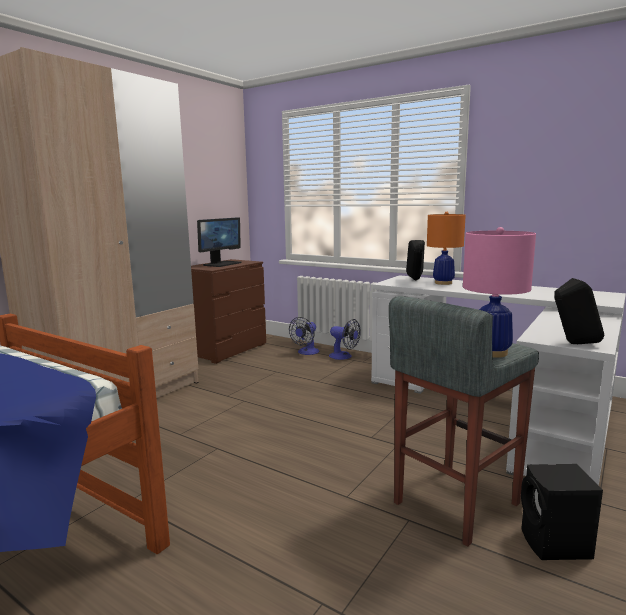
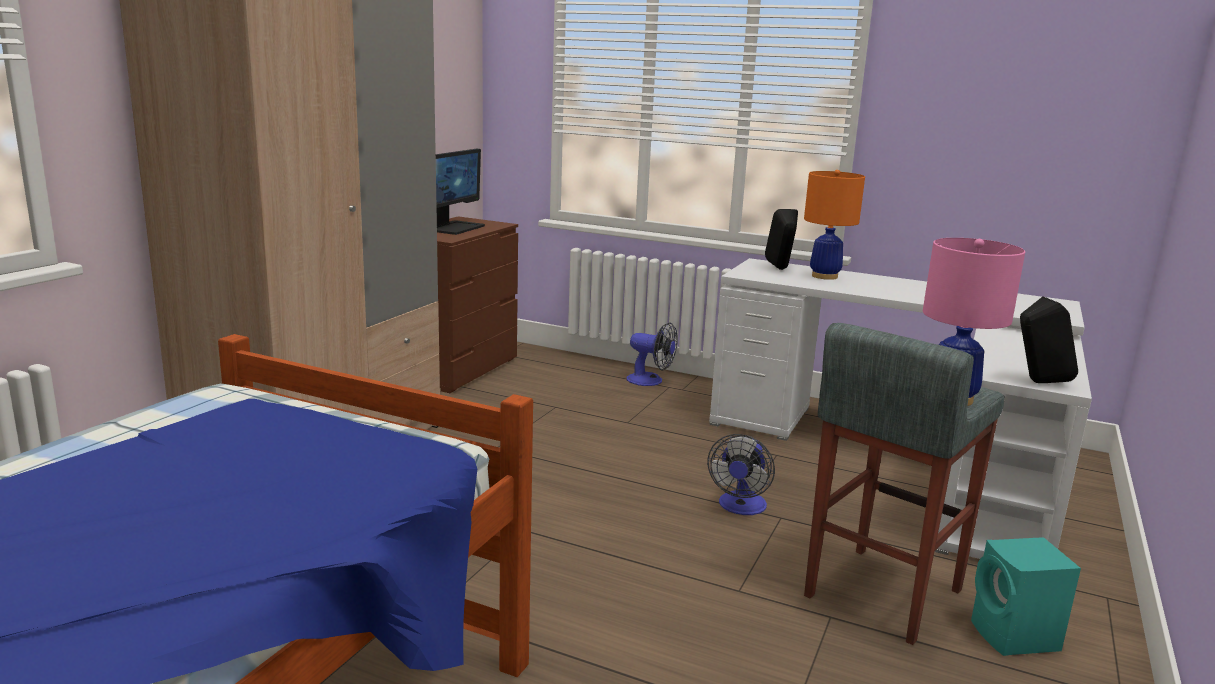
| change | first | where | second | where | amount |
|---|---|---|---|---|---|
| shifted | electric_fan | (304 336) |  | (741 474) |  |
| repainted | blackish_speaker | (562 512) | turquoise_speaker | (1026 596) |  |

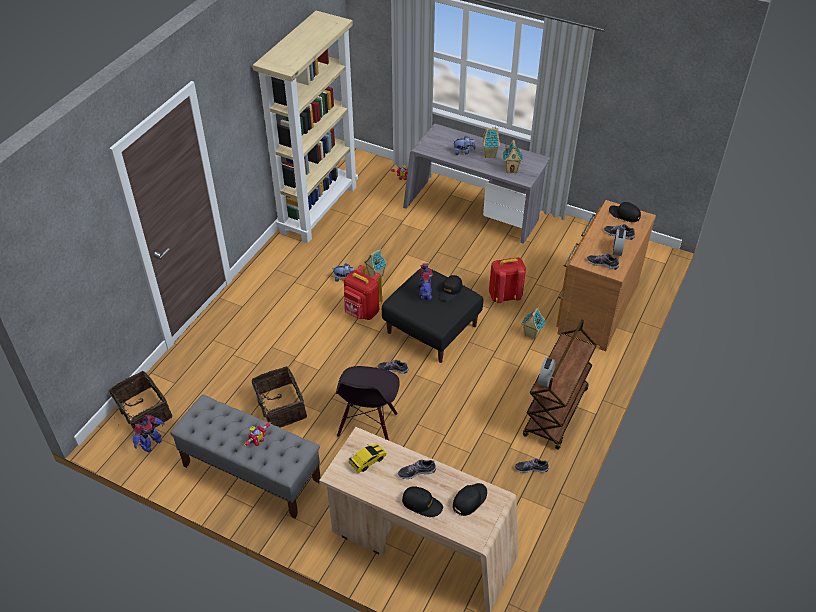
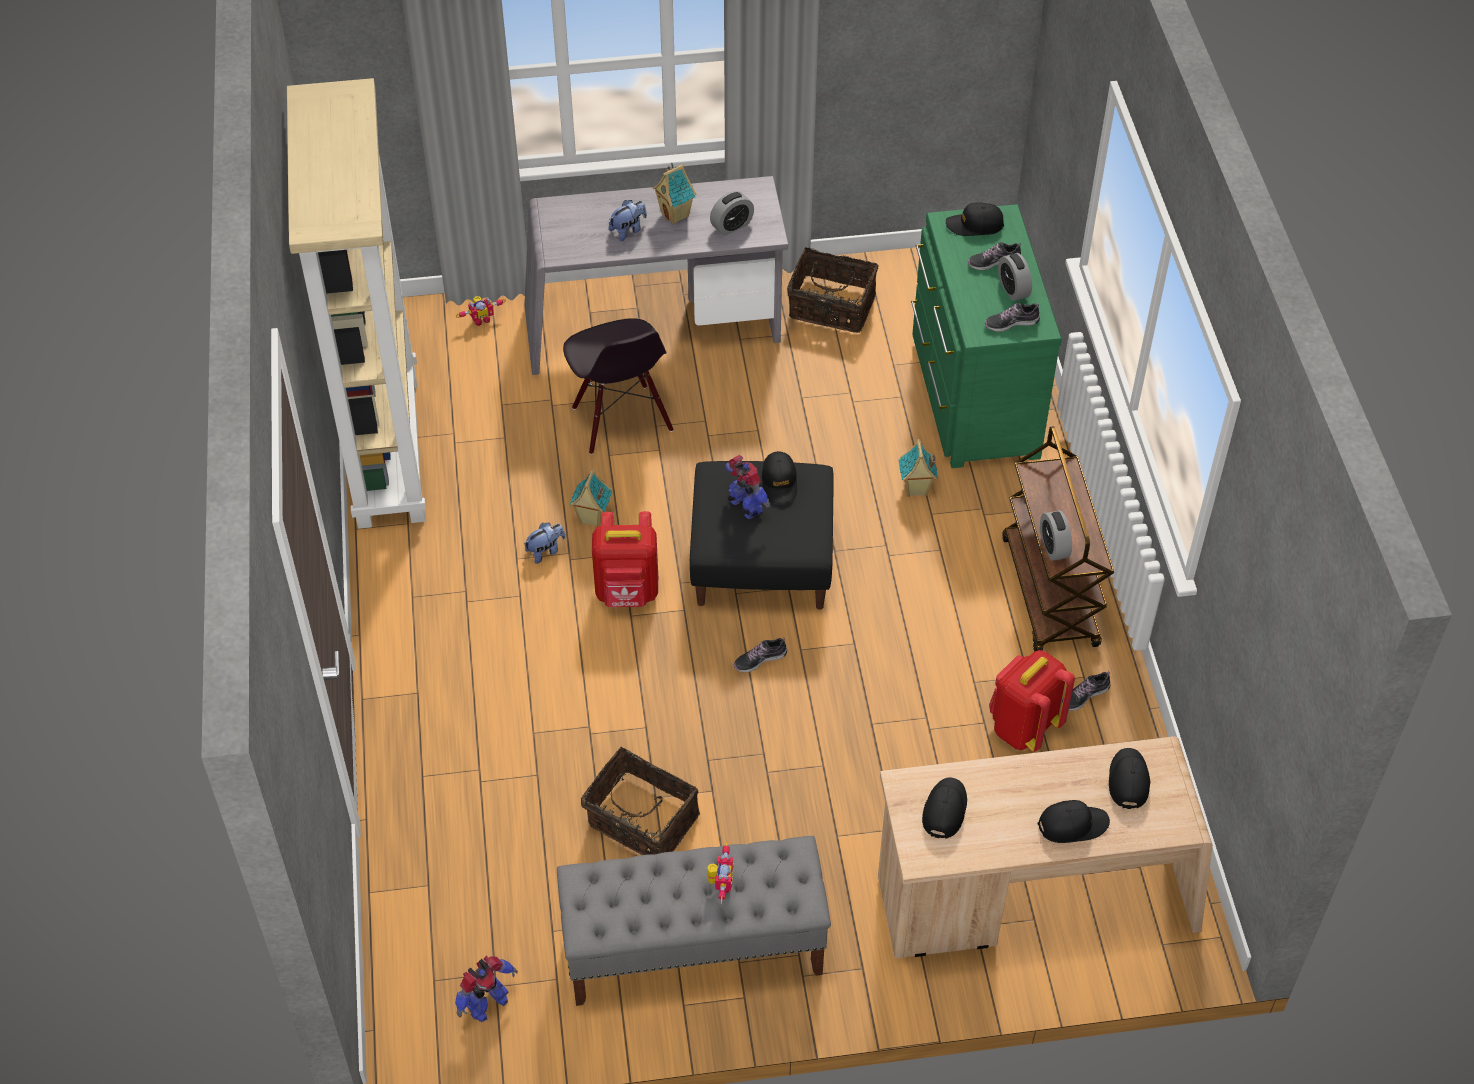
| change | first | where | second | where | amount |
|---|---|---|---|---|---|
| shifted | basket | (140 403) |  | (833 290) |  |
| rotated | toy_robot | (149 433) |  | (486 989) | 45 degrees clockwise |
| shifted | blackish_chair | (368 403) |  | (618 386) |  |
| swapped | model_car | (367 458) | blackish_cap | (944 808) |  |
| gone | item_of_footwear | (417 469) |  |  |  |
| shifted | red-coloured_backpack | (507 280) |  | (1032 701) |  |
| swapped | miniature_house | (513 157) | table_clock | (732 213) |  |
| repainted | brown-coloured_dresser | (606 275) | green_dresser | (986 336) |  |

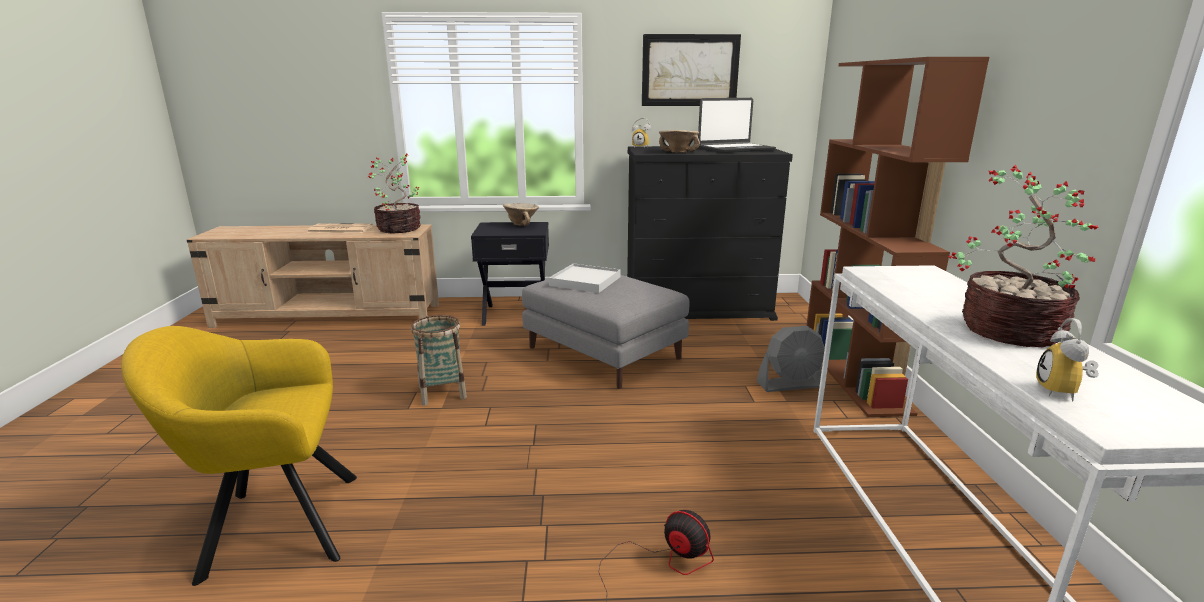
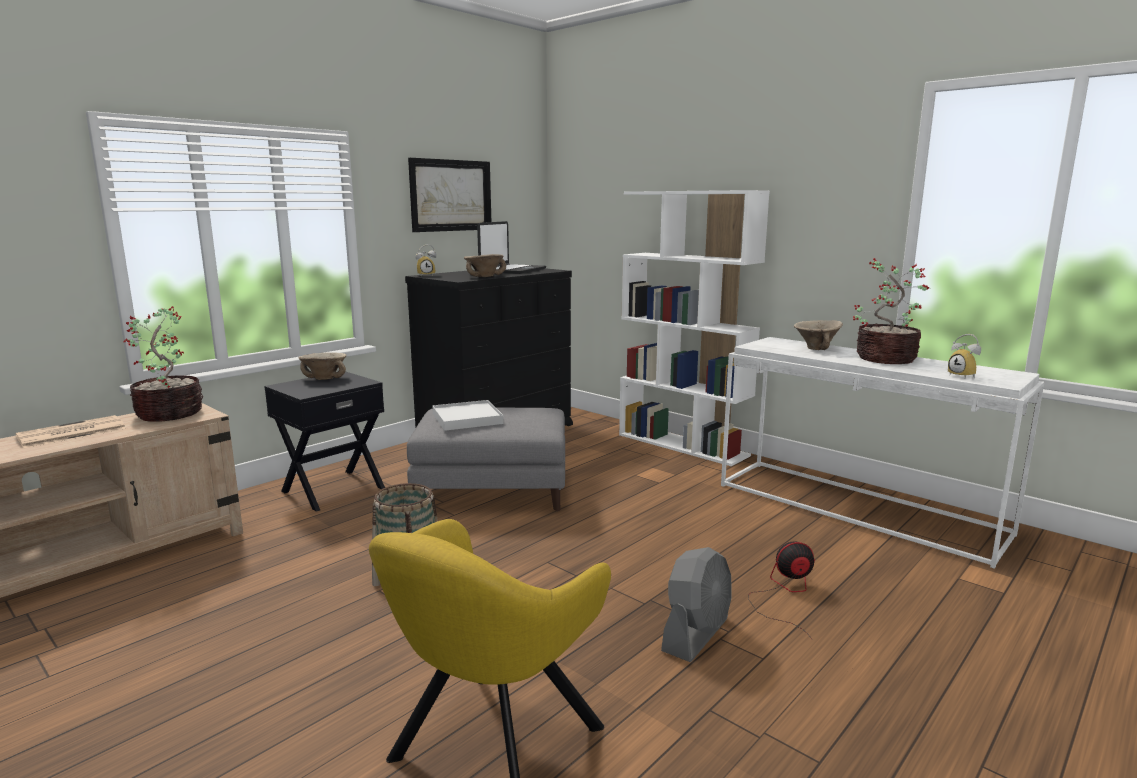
| change | first | where | second | where | amount |
|---|---|---|---|---|---|
| shifted | gray_electric_fan | (791 359) |  | (696 604) |  |
| repainted | brown-coloured_bookshelf | (897 237) | whitish_bookshelf | (694 328) |  |
| new |  |  | beige_bowl | (818 335) |  |

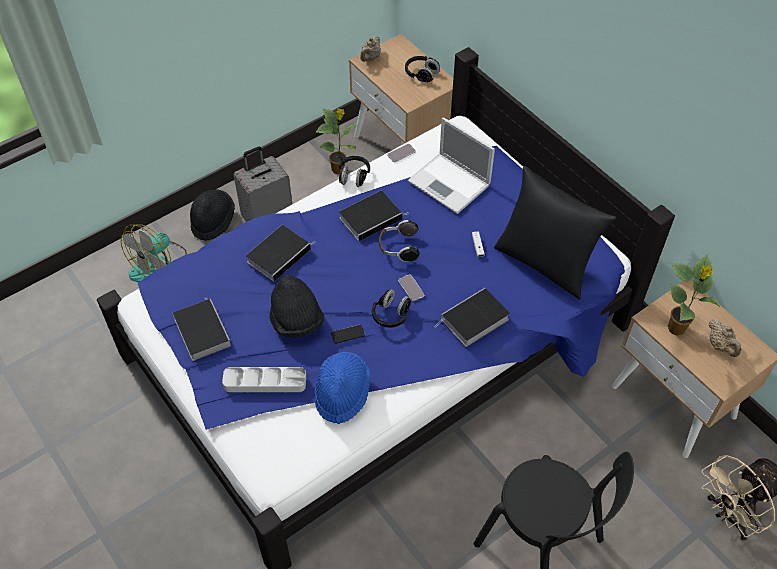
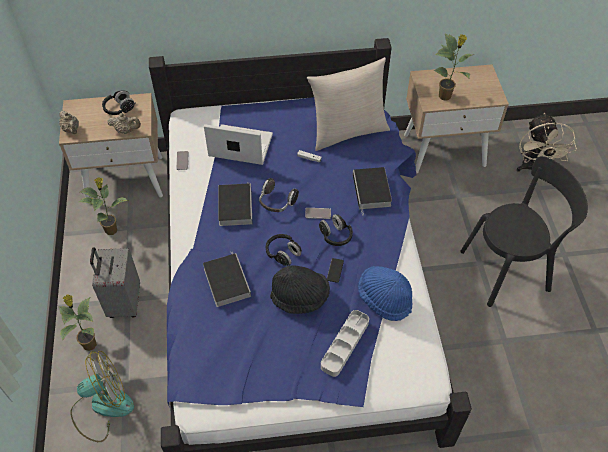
| change | first | where | second | where | amount |
|---|---|---|---|---|---|
| rotated | electric_fan | (154 253) |  | (102 396) | 90 degrees counterclockwise |
| gone | volume | (202 329) |  |  |  |
| swapped | blackish_hat | (212 215) | houseplant | (77 323) |  |
| shifted | blackish_pair_of_headphones | (354 171) |  | (284 250) |  |
| rotated | portable_computer | (451 165) |  | (238 144) | 150 degrees counterclockwise |
| repainted | blackish_throw_pillow | (555 233) | beige_throw_pillow | (348 104) |  |
| shifted | beige_tea_pot | (725 338) |  | (124 123) |  |

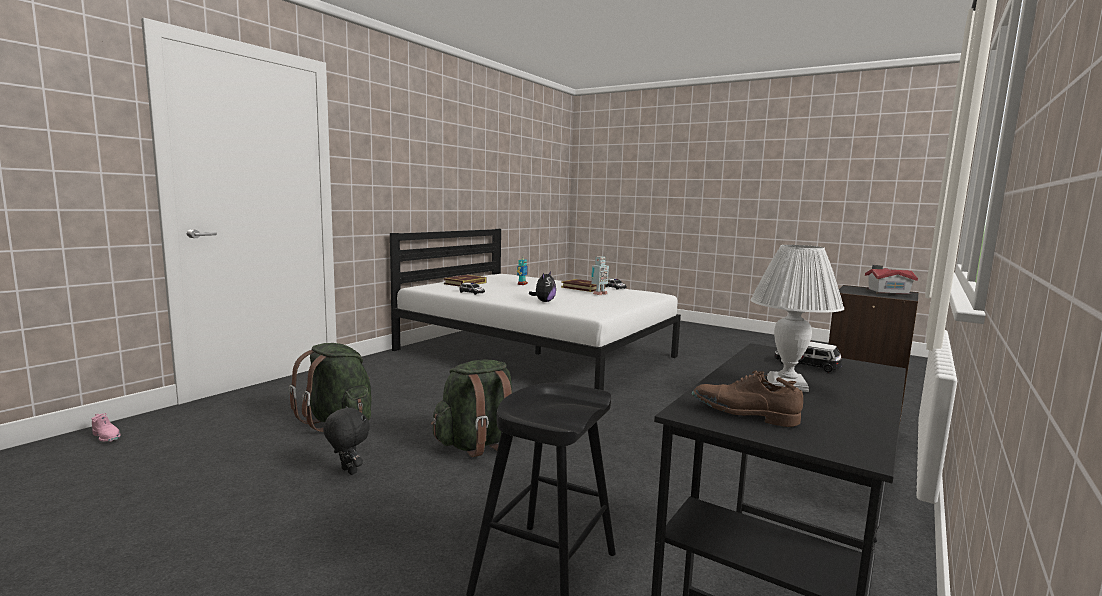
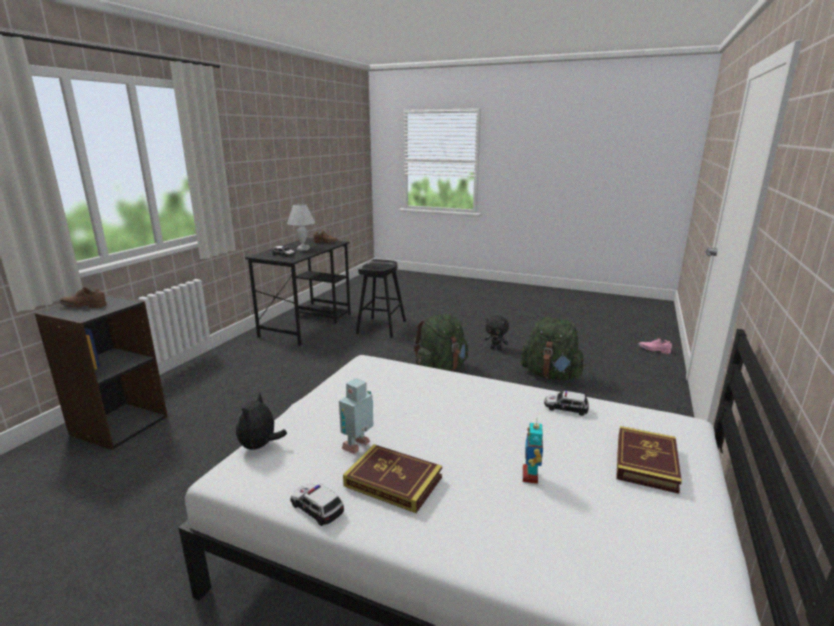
| change | first | where | second | where | amount |
|---|---|---|---|---|---|
| shifted | plush_toy | (542 287) |  | (261 420) |  |
| swapped | miniature_house | (891 280) | brown-coloured_item_of_footwear | (83 297) |  |

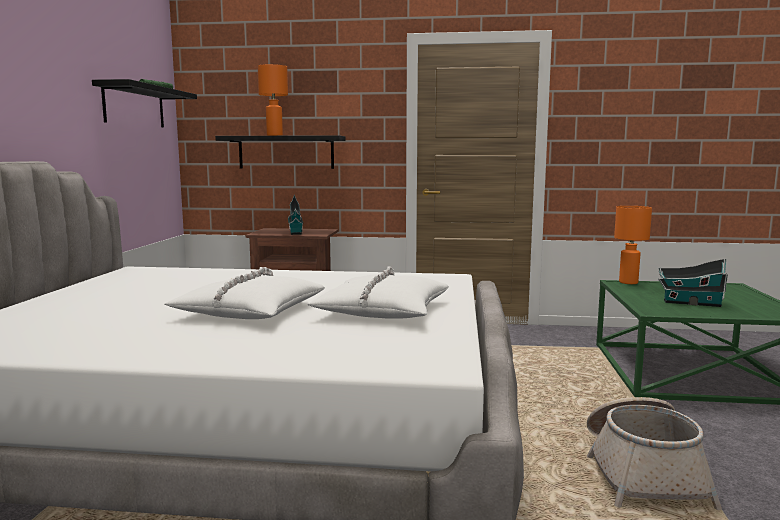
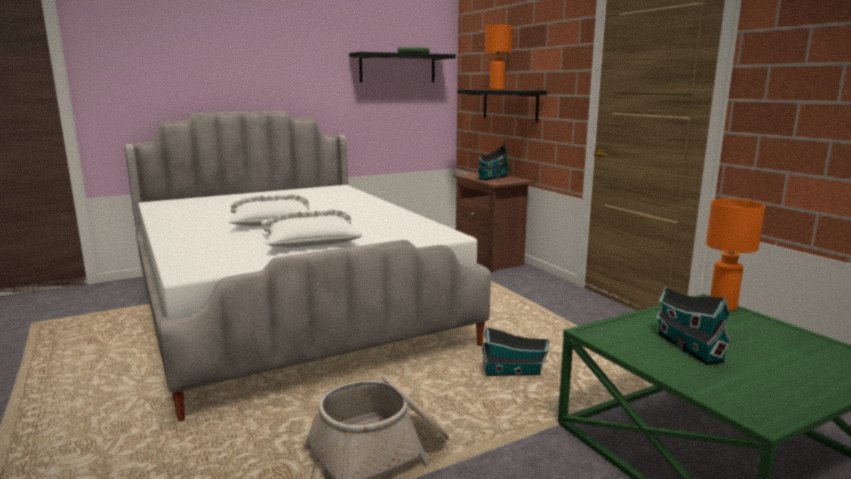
| change | first | where | second | where | amount |
|---|---|---|---|---|---|
| new |  |  | miniature_house | (516 351) |  |

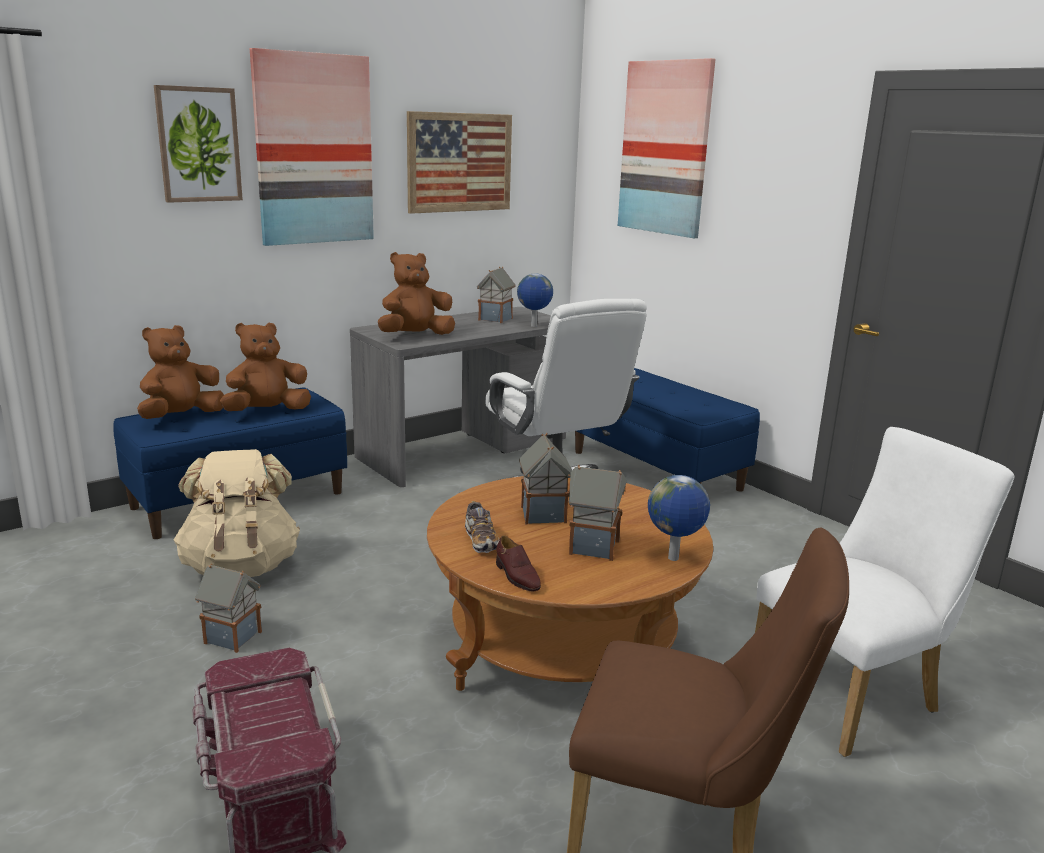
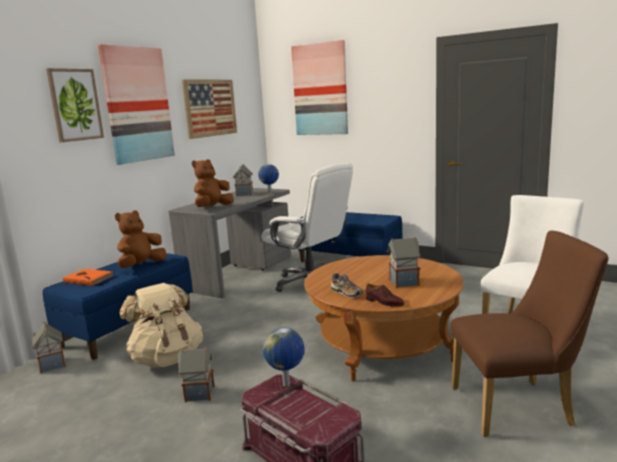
| change | first | where | second | where | amount |
|---|---|---|---|---|---|
| swapped | brown-coloured_plush_toy | (180 372) | orange-coloured_volume | (88 277) |  |
| shifted | miniature_house | (545 478) |  | (48 347) |  |
| shifted | world_globe | (679 518) |  | (284 357) |  |

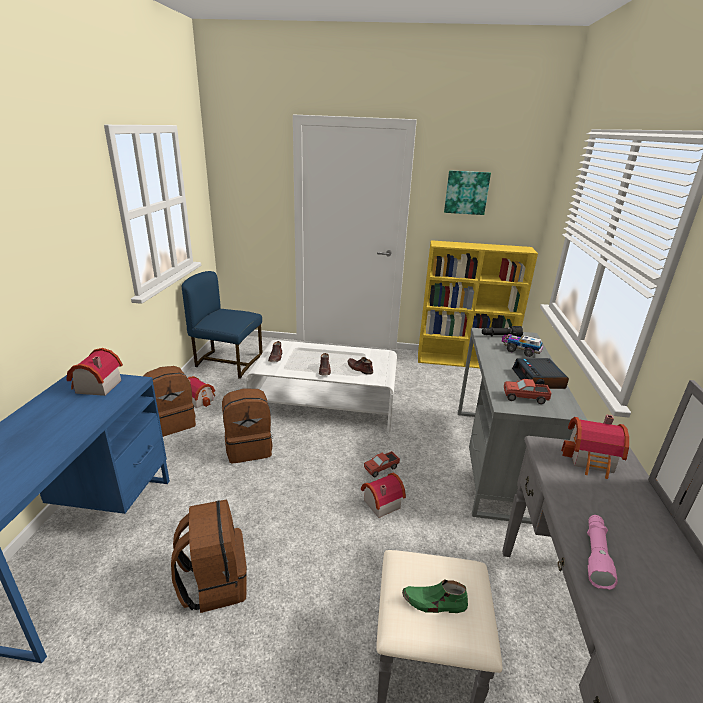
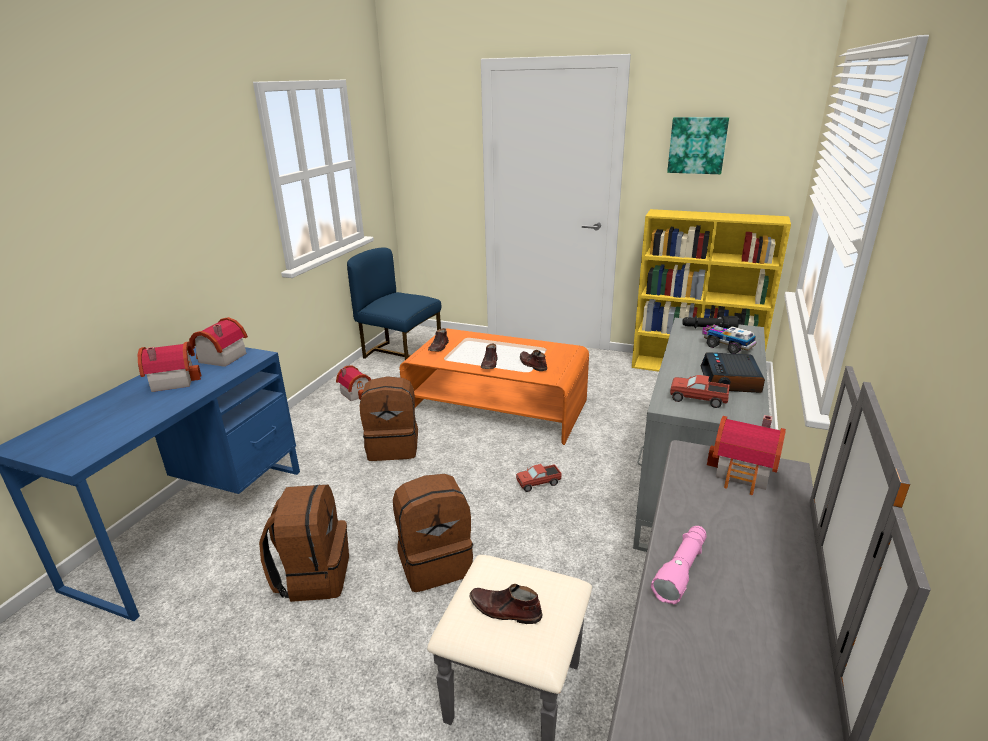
| change | first | where | second | where | amount |
|---|---|---|---|---|---|
| shifted | brown-coloured_backpack | (169 401) |  | (433 533) |  |
| repainted | whitish_low_table | (321 386) | orange-coloured_low_table | (494 386) |  |
| shifted | miniature_house | (383 495) |  | (170 367) |  |
| repainted | green_item_of_footwear | (435 596) | brown-coloured_item_of_footwear | (505 604) |  |

